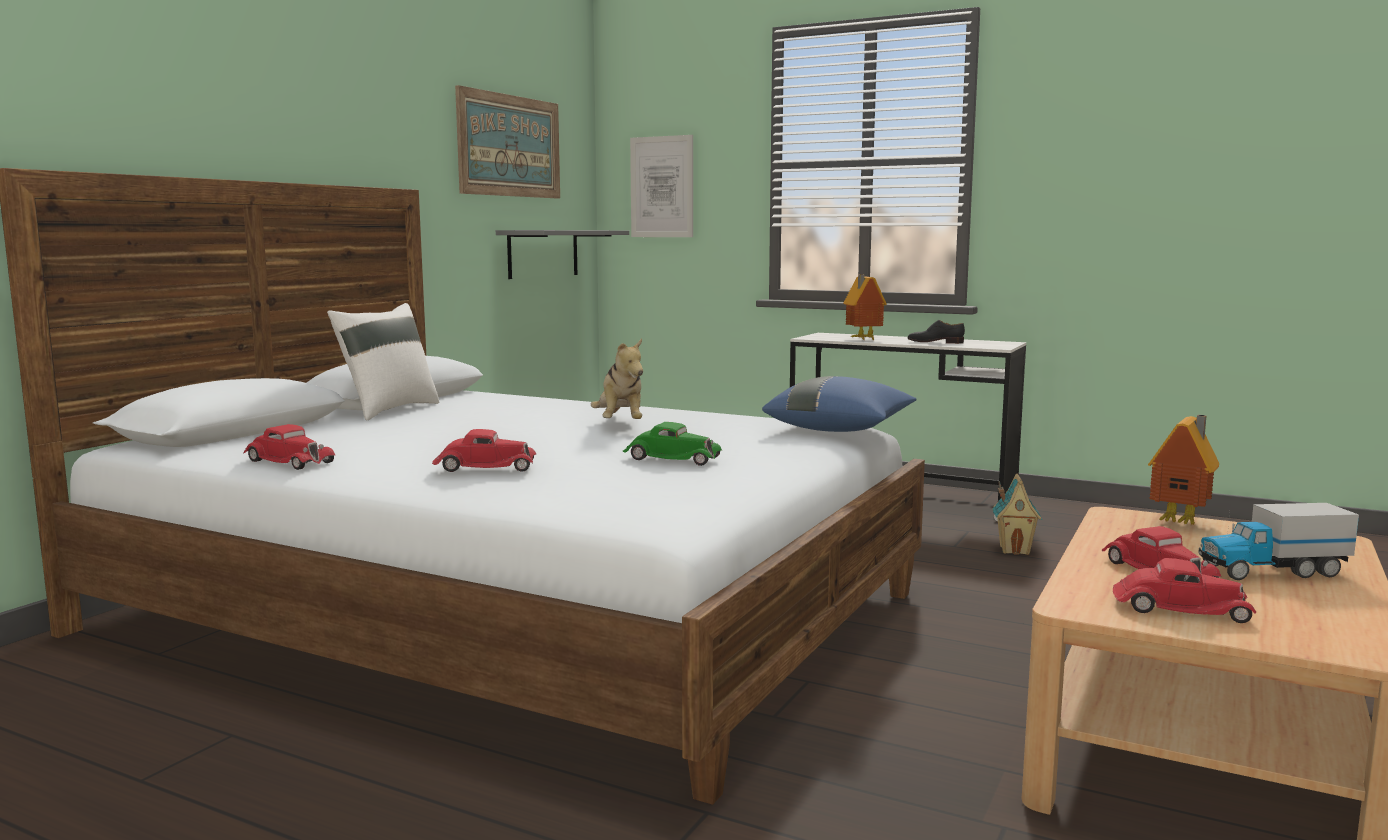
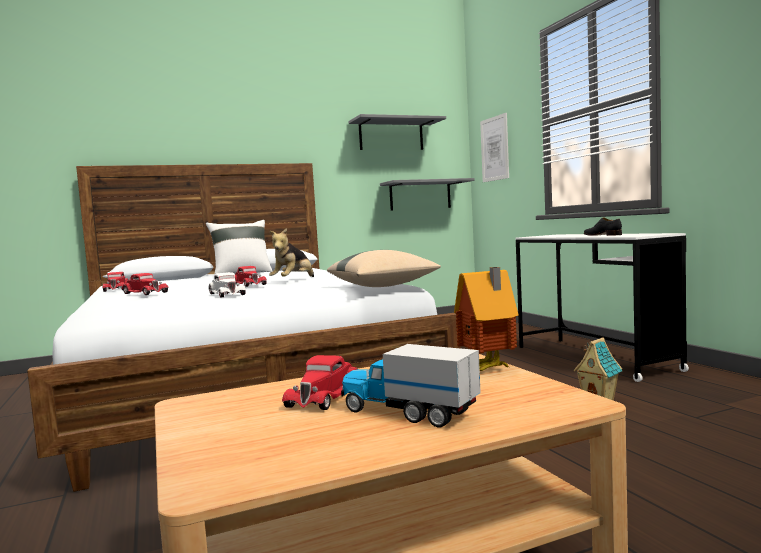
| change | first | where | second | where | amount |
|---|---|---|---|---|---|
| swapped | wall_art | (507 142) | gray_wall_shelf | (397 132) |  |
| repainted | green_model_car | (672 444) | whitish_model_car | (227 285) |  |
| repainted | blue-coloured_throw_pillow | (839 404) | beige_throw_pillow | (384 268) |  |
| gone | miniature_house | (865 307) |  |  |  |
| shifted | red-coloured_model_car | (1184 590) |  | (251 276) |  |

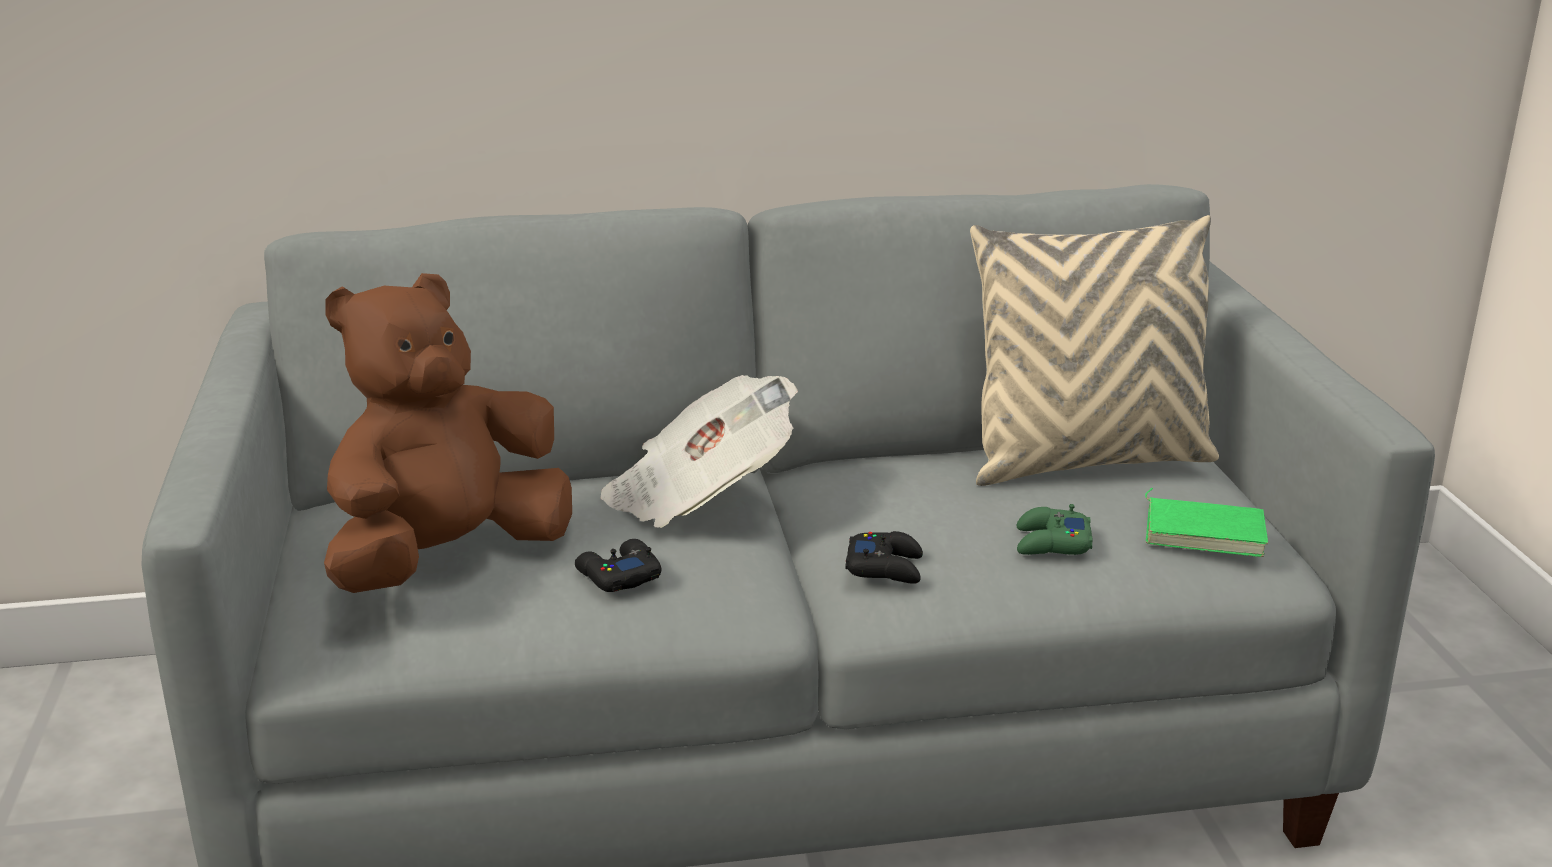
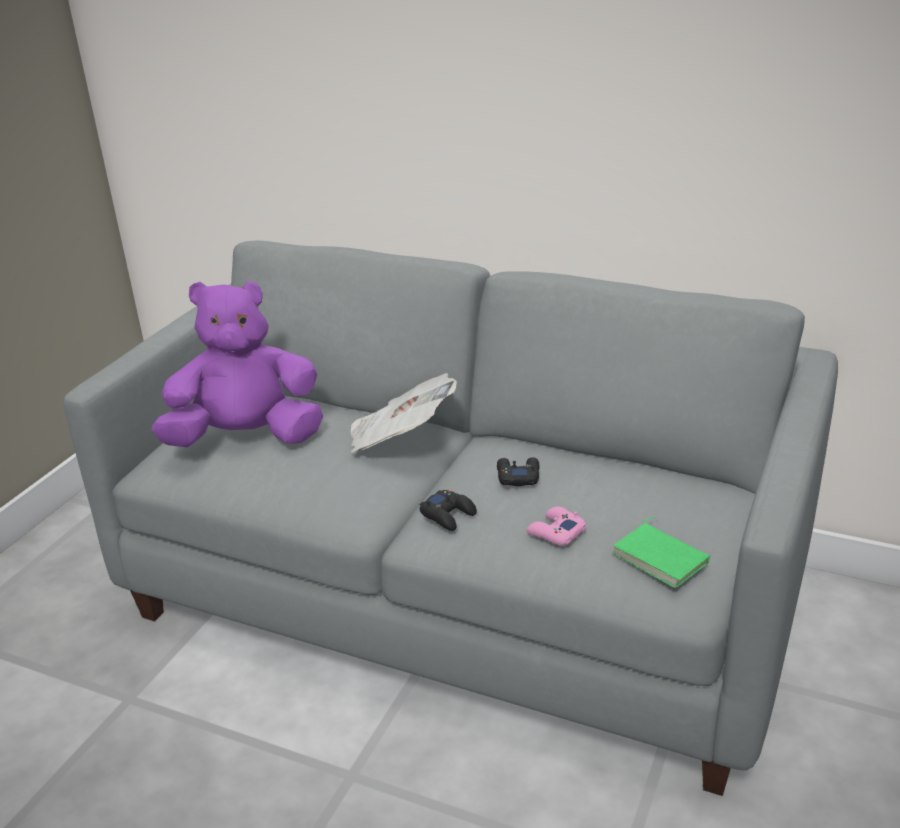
| change | first | where | second | where | amount |
|---|---|---|---|---|---|
| repainted | brown-coloured_plush_toy | (448 433) | purplish_plush_toy | (237 364) |  |
| shifted | blackish_joypad | (618 565) |  | (518 471) |  |
| gone | beige_throw_pillow | (1094 350) |  |  |  |
| repainted | green_joypad | (1054 529) | pink_joypad | (556 526) |  |

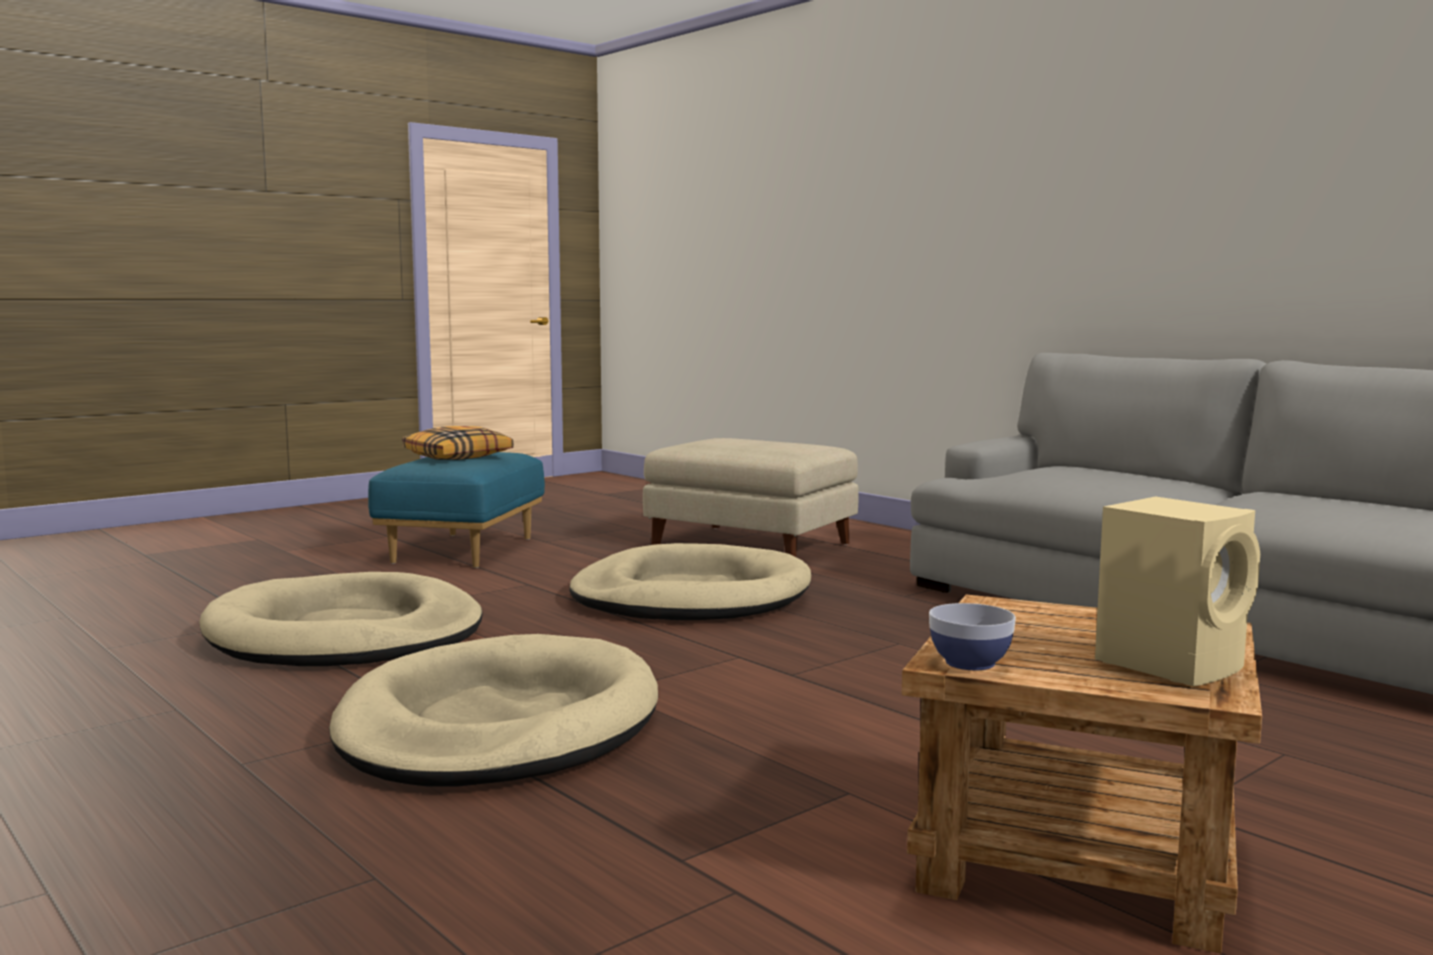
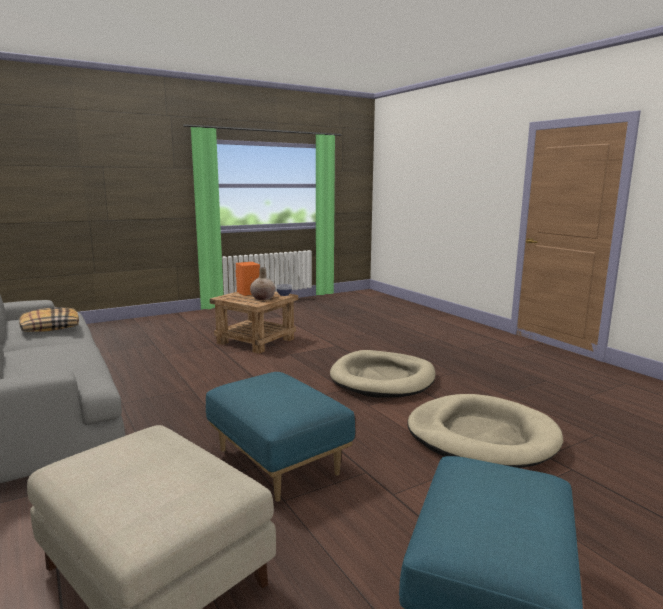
| change | first | where | second | where | amount |
|---|---|---|---|---|---|
| shifted | throw_pillow | (457 443) |  | (49 319) |  |
| swapped | beige_dog_bed | (690 581) | blue-coloured_ottoman | (280 437) |  |
| repainted | beige_speaker | (1177 592) | orange-coloured_speaker | (248 279) |  |
| new |  |  | beige_vase | (263 283) |  |

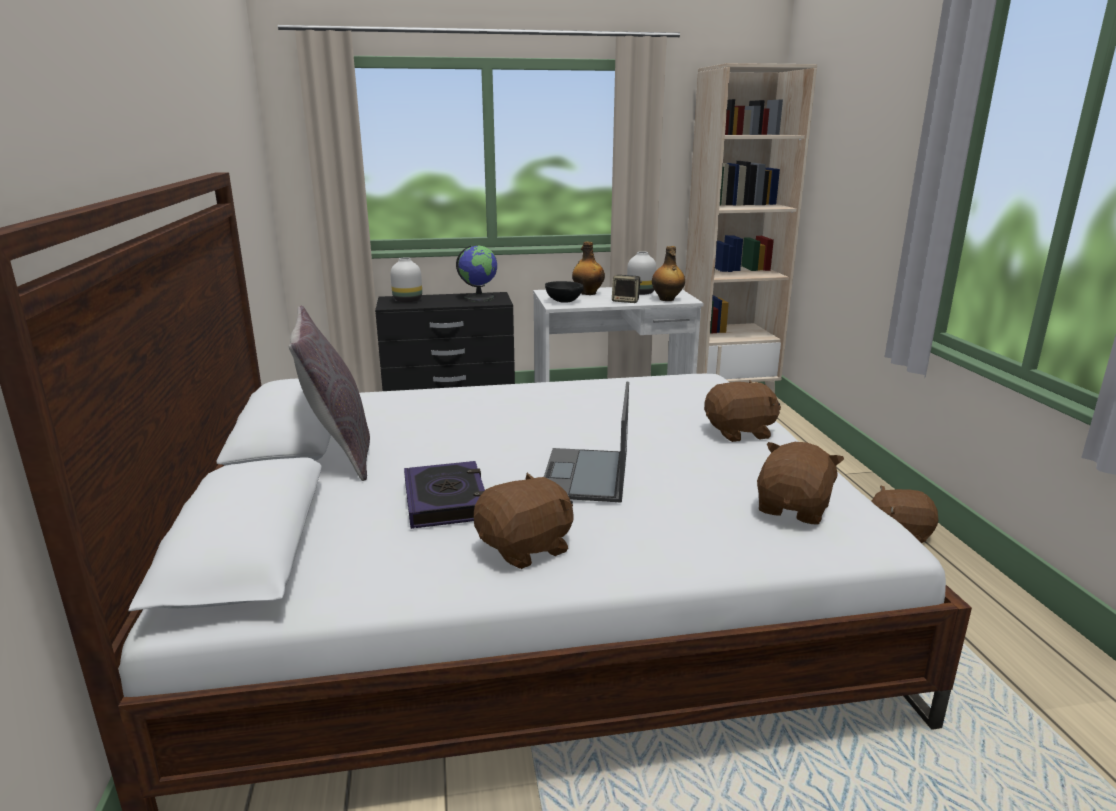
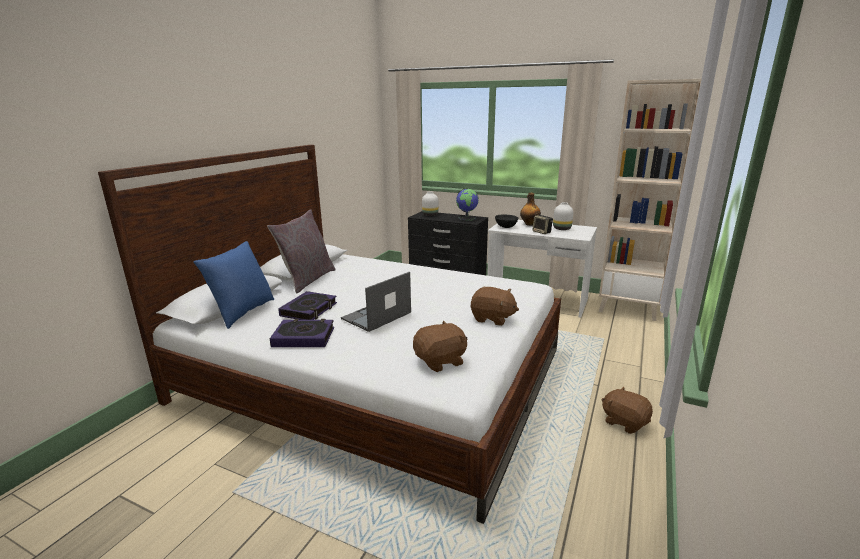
| change | first | where | second | where | amount |
|---|---|---|---|---|---|
| swapped | brown-coloured_plush_toy | (524 520) | volume | (302 333) |  |
| gone | drink_bottle | (668 273) |  |  |  |
| new |  |  | blue-coloured_throw_pillow | (233 285) |  |

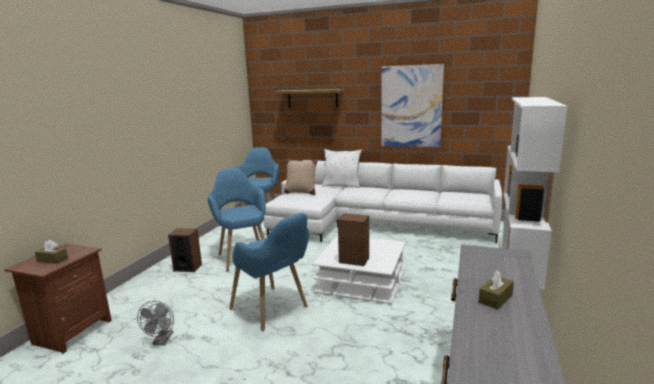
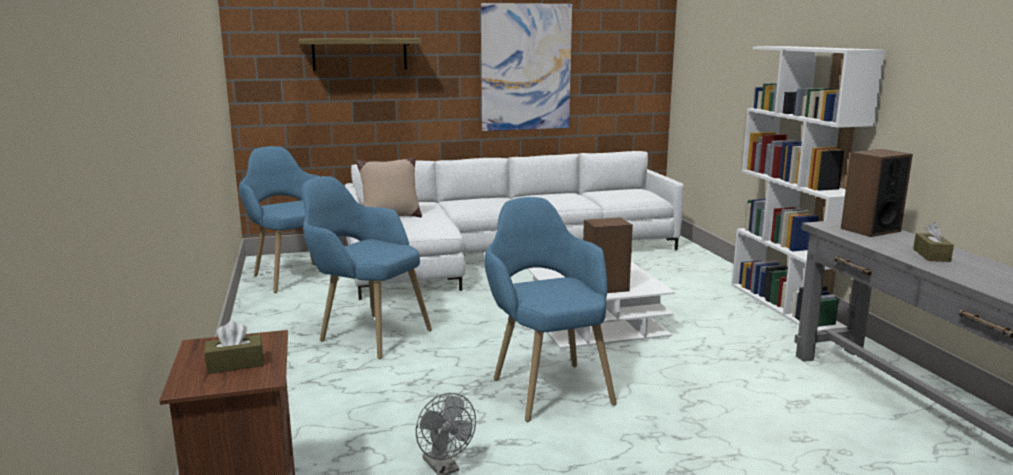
| change | first | where | second | where | amount |
|---|---|---|---|---|---|
| shifted | speaker | (185 250) |  | (877 193) |  |
| rotated | blue-coloured_lounge_chair | (269 272) |  | (550 309) | 120 degrees counterclockwise |
| gone | whitish_throw_pillow | (342 168) |  |  |  |

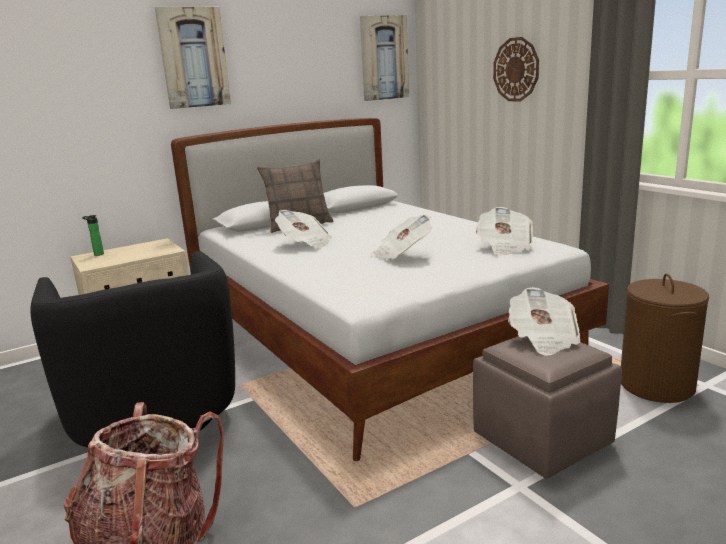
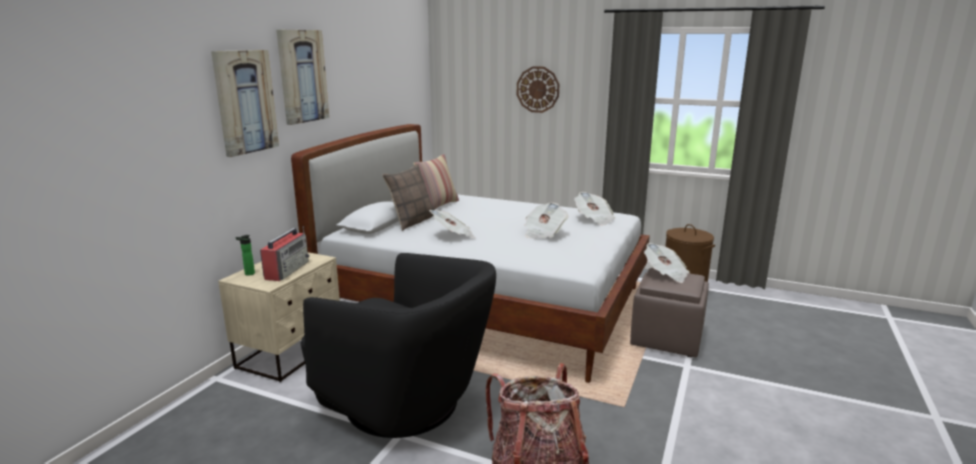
| change | first | where | second | where | amount |
|---|---|---|---|---|---|
| shifted | wall_art | (384 58) |  | (245 103) |  |
| new |  |  | radio_receiver | (285 253) |  |
| new |  |  | throw_pillow | (436 182) |  |

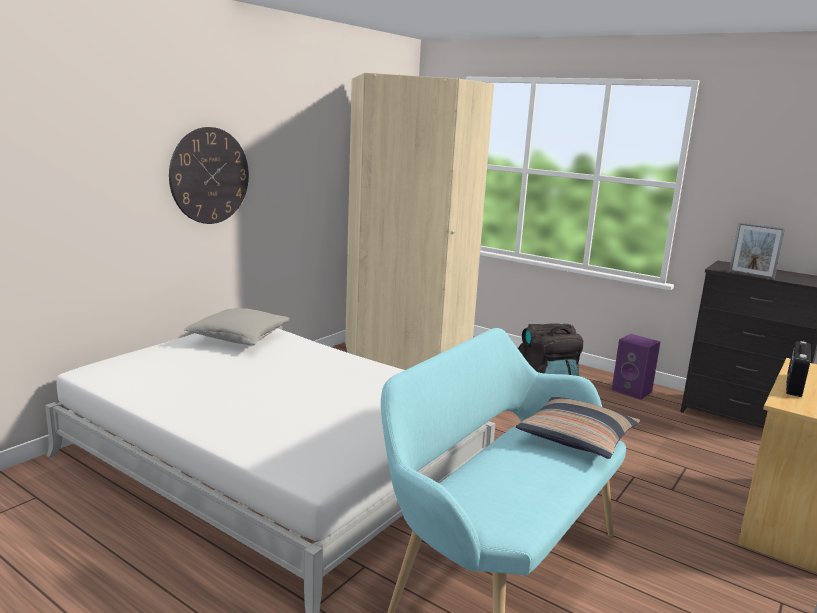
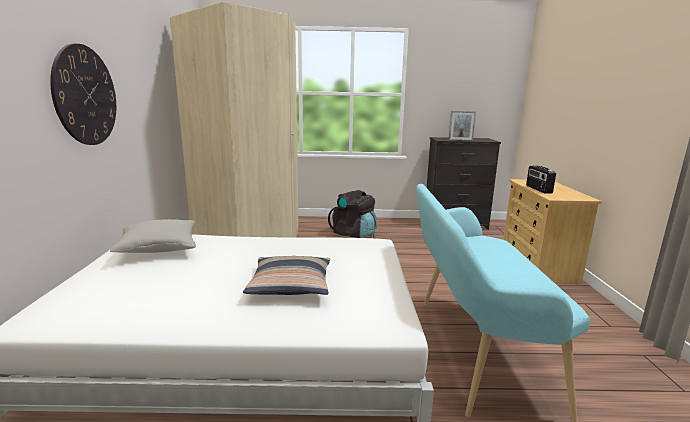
| change | first | where | second | where | amount |
|---|---|---|---|---|---|
| shifted | throw_pillow | (578 428) |  | (286 275) |  |
| gone | purplish_speaker | (636 367) |  |  |  |

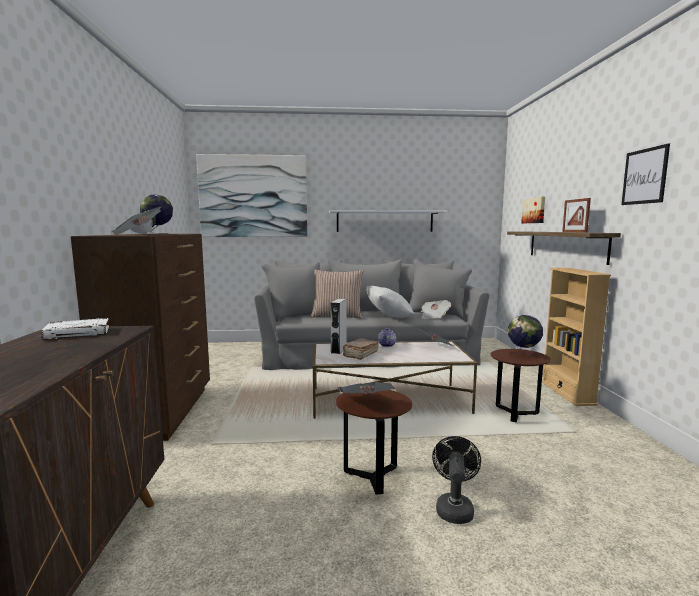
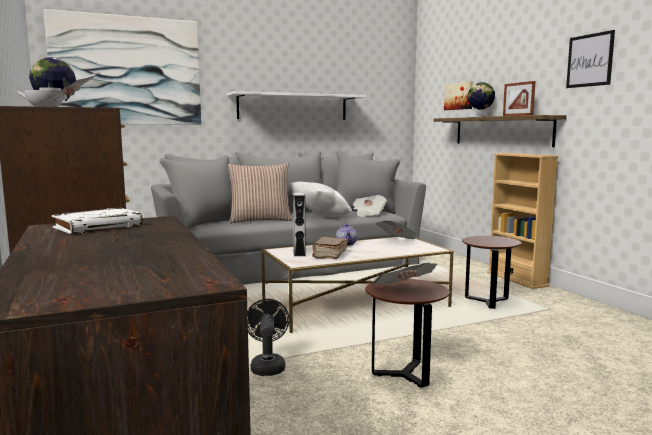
| change | first | where | second | where | amount |
|---|---|---|---|---|---|
| shifted | blackish_electric_fan | (456 480) |  | (268 337) |  |
| shifted | world_globe | (525 336) |  | (481 99) |  |

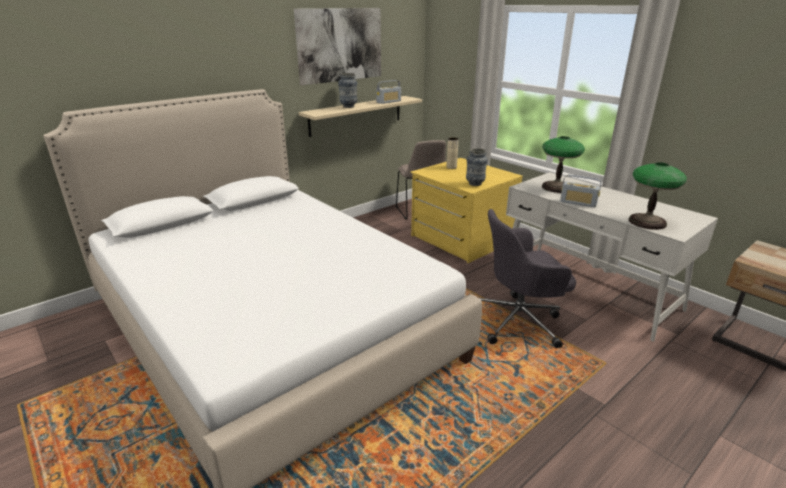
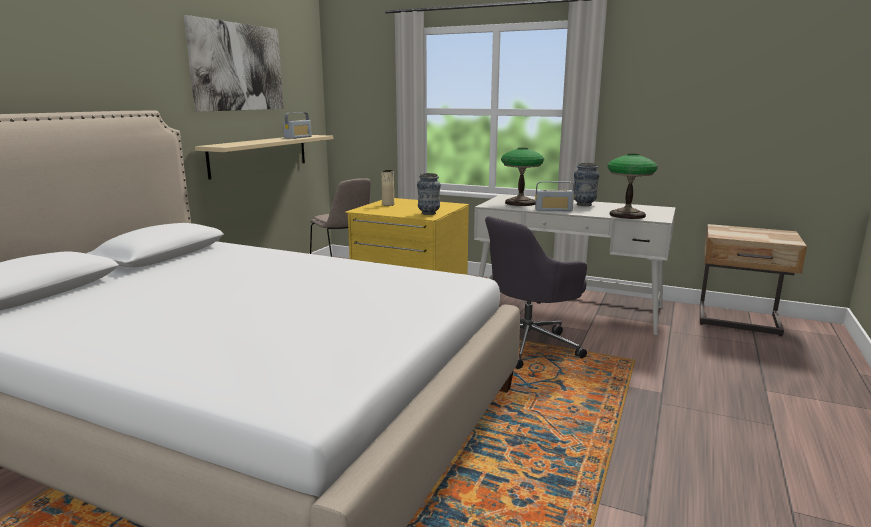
| change | first | where | second | where | amount |
|---|---|---|---|---|---|
| shifted | vase | (347 90) |  | (587 184) |  |

